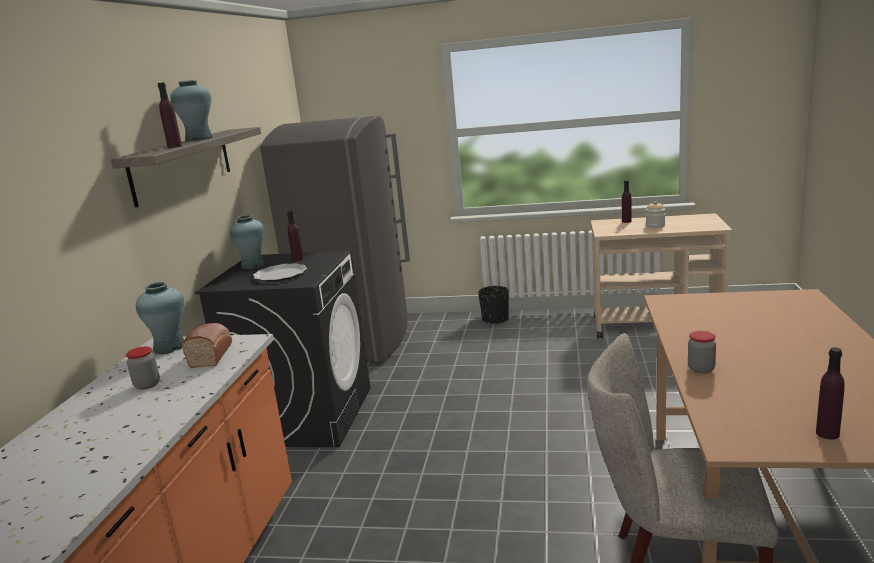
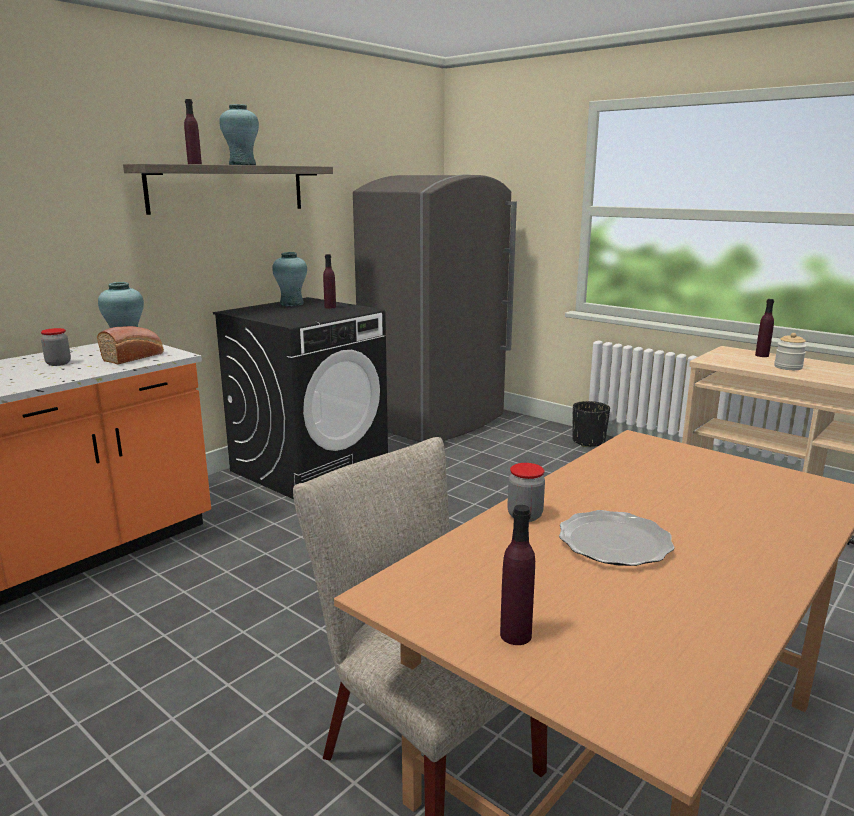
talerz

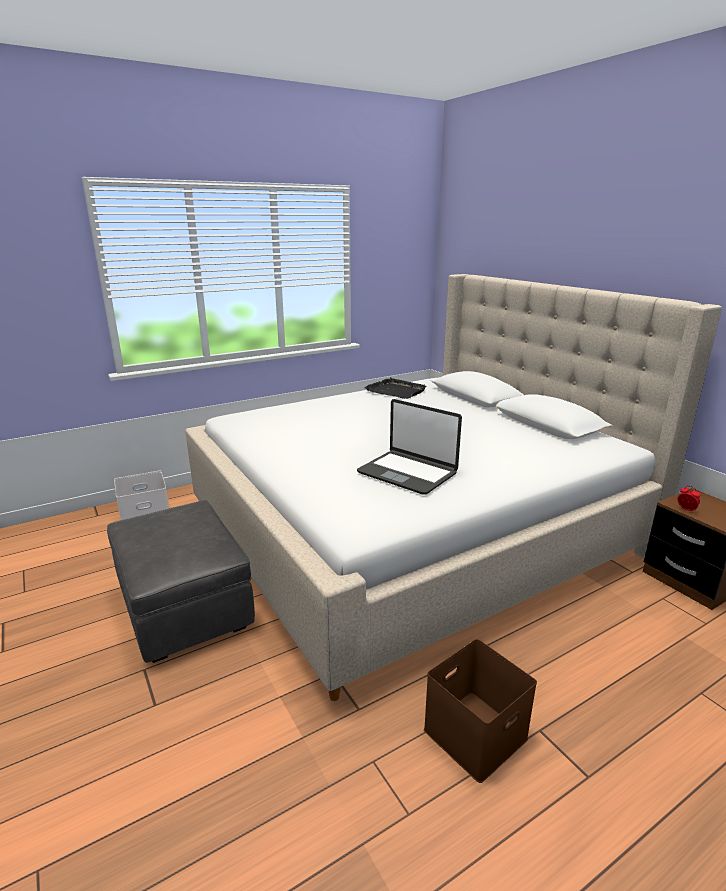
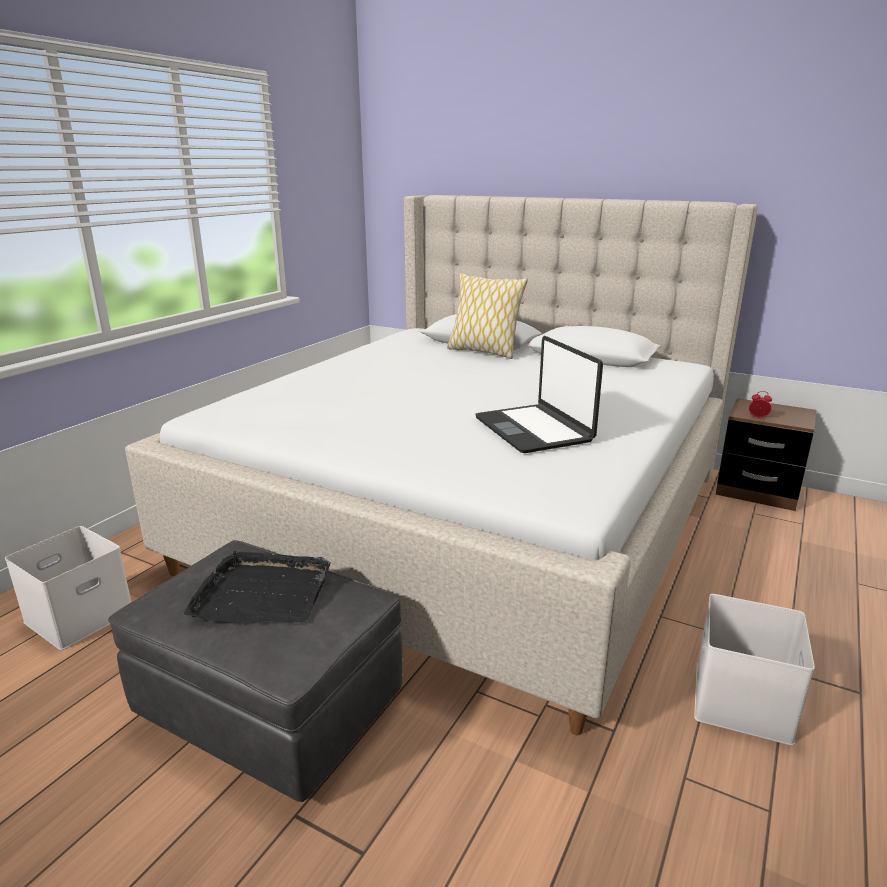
laptop; taca (czarny); pojemnik do przechowywania (biały) (2nd from left); poduszka

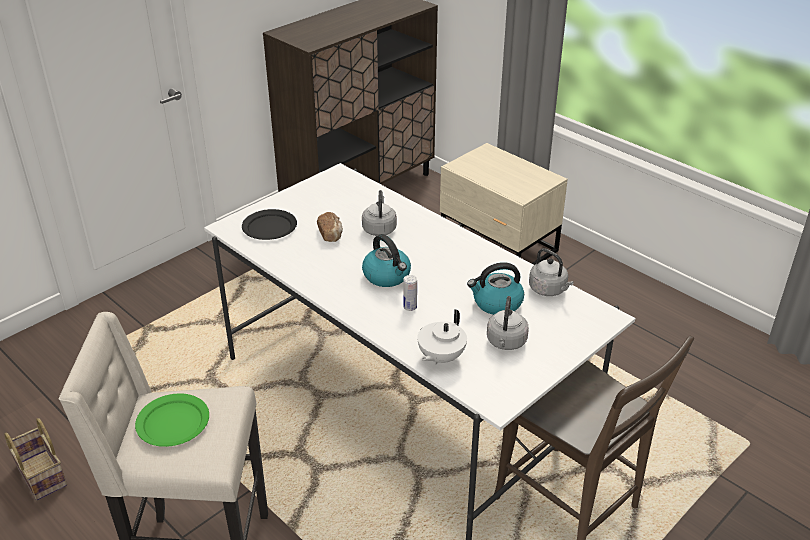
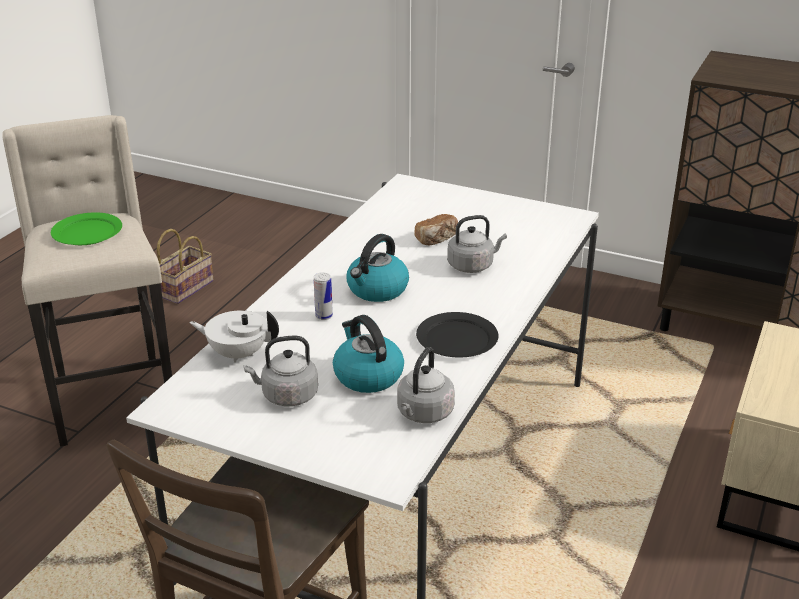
talerz (czarny)

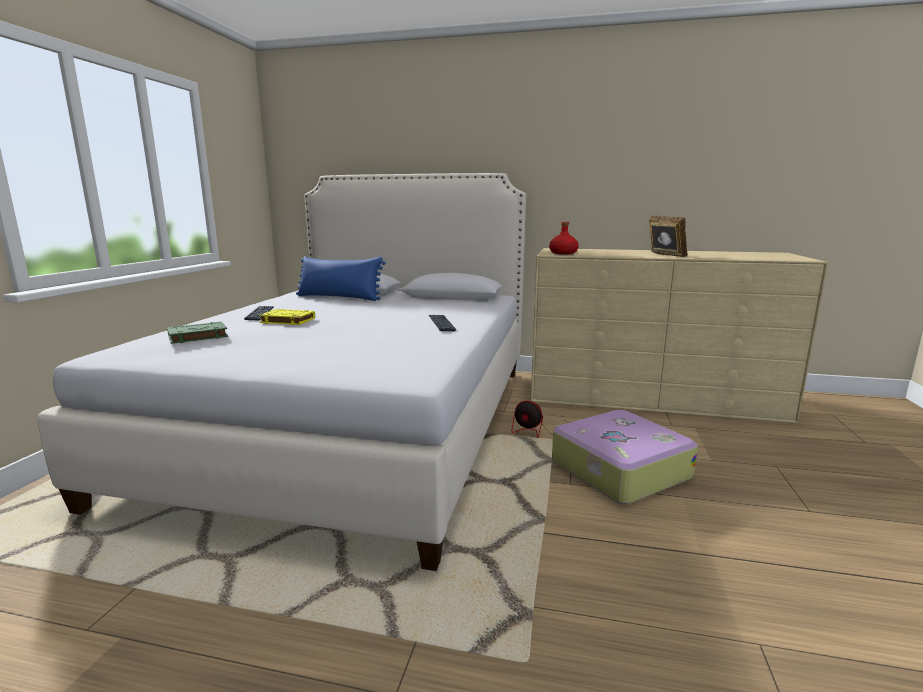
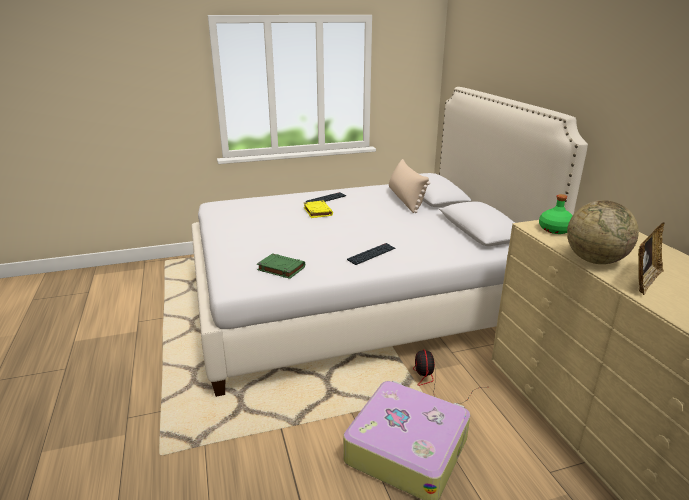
książka (zielony); poduszka (beżowy); butelka (zielony); globus

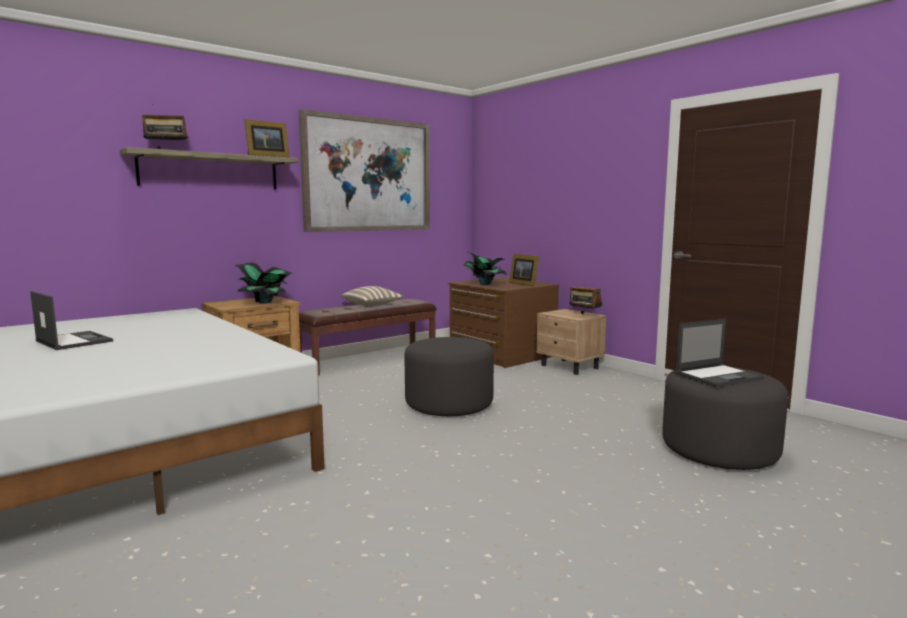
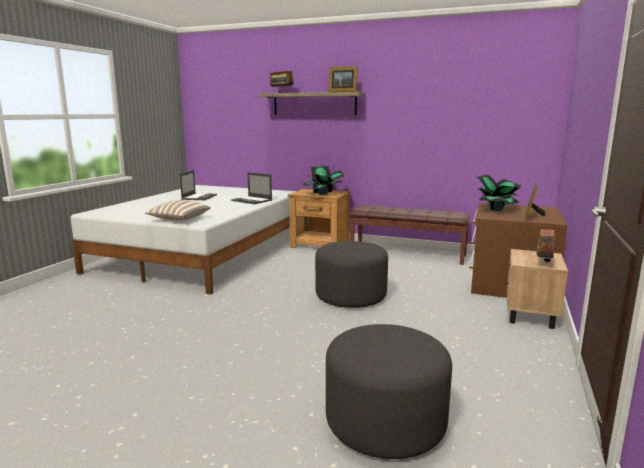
obraz; poduszka; laptop (2nd from left)

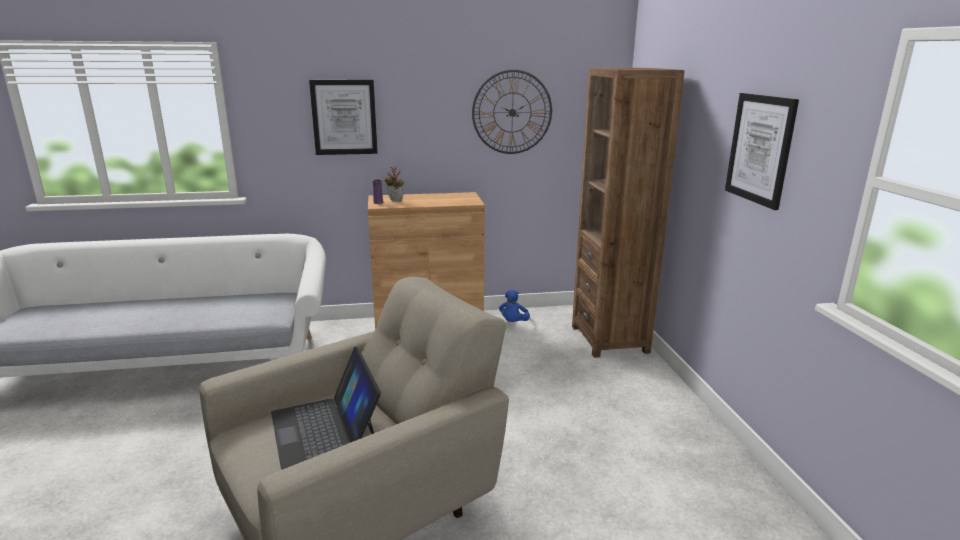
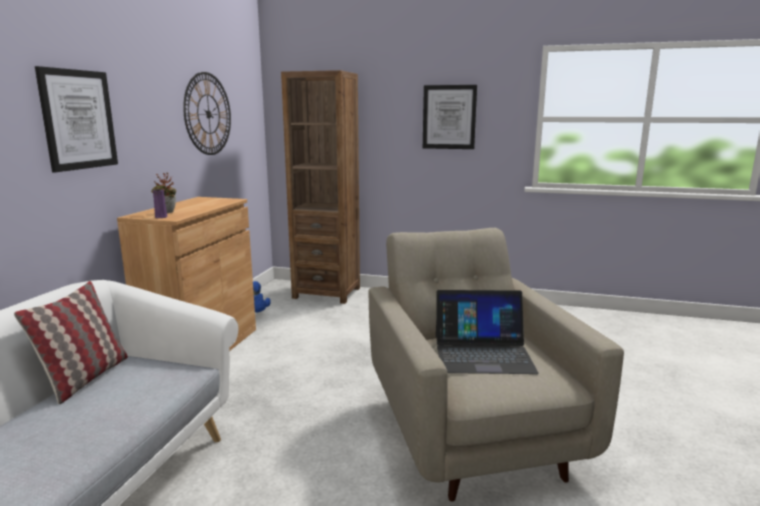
poduszka

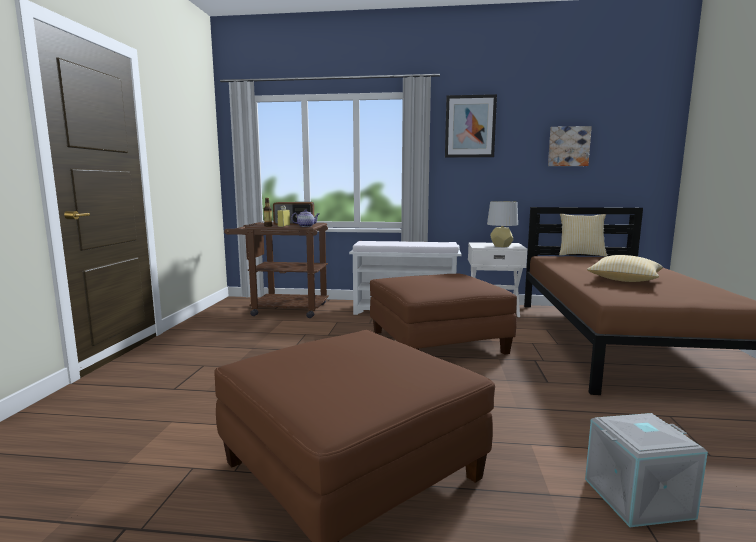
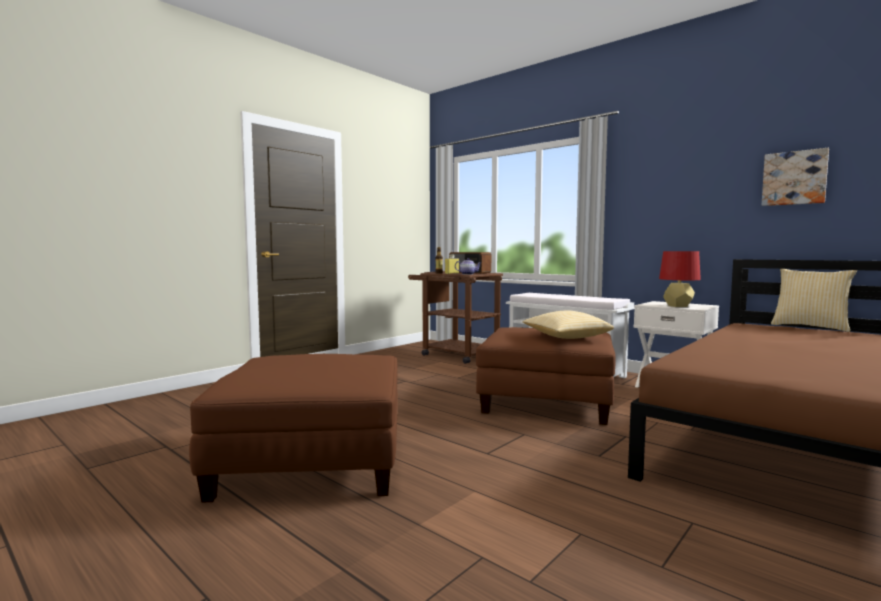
obraz (1st from left in the first image); lampa stołowa (czerwony); pojemnik do przechowywania (szary); poduszka (1st from left)

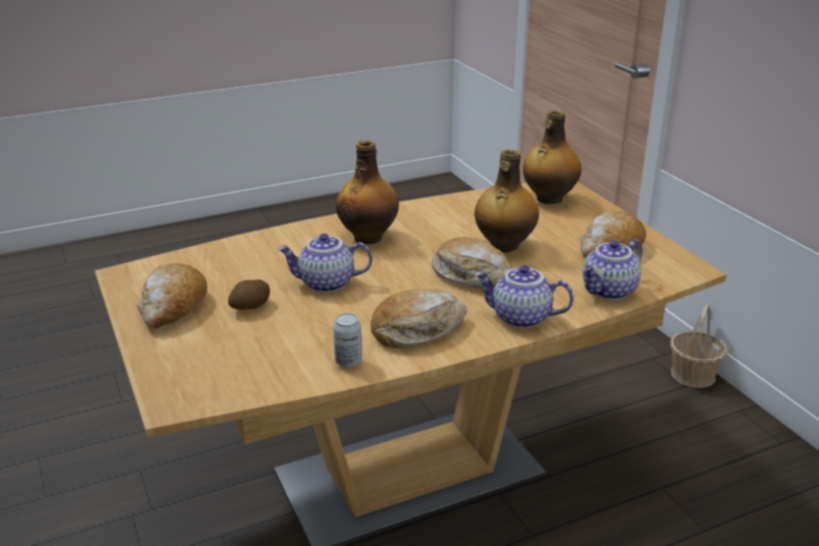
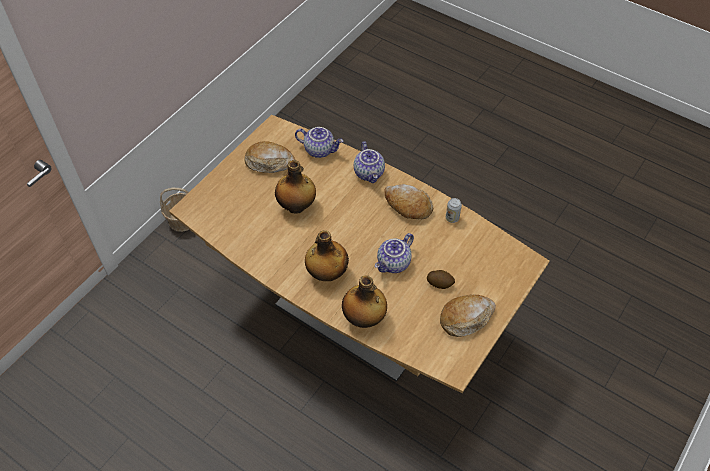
imbryk (3rd from left); chleb (3rd from left in the first image); butelka (3rd from left)

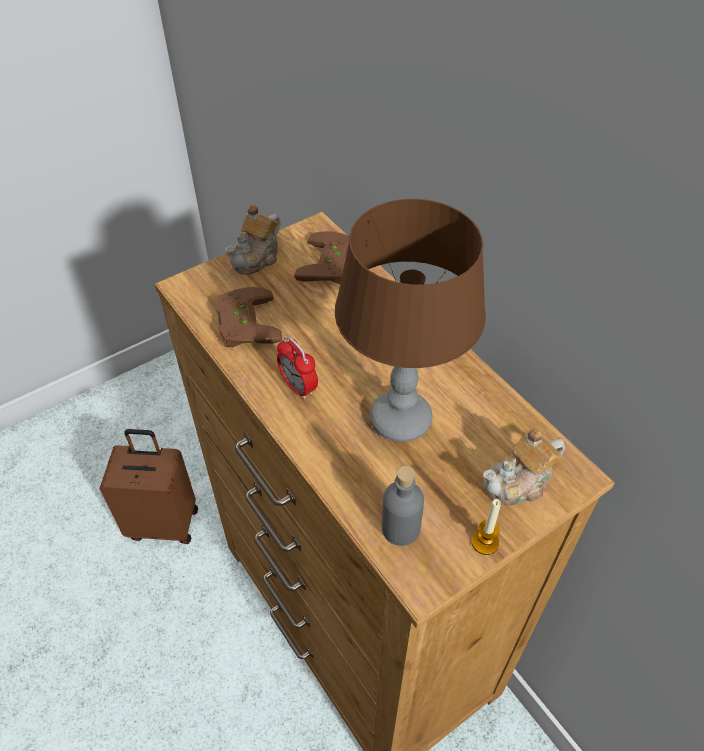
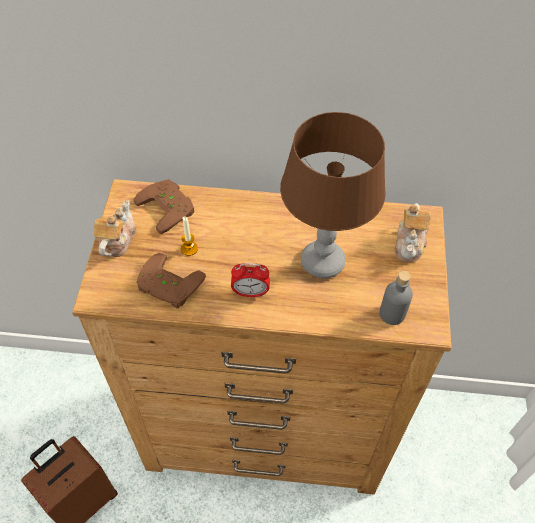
imbryk (1st from left); świeca

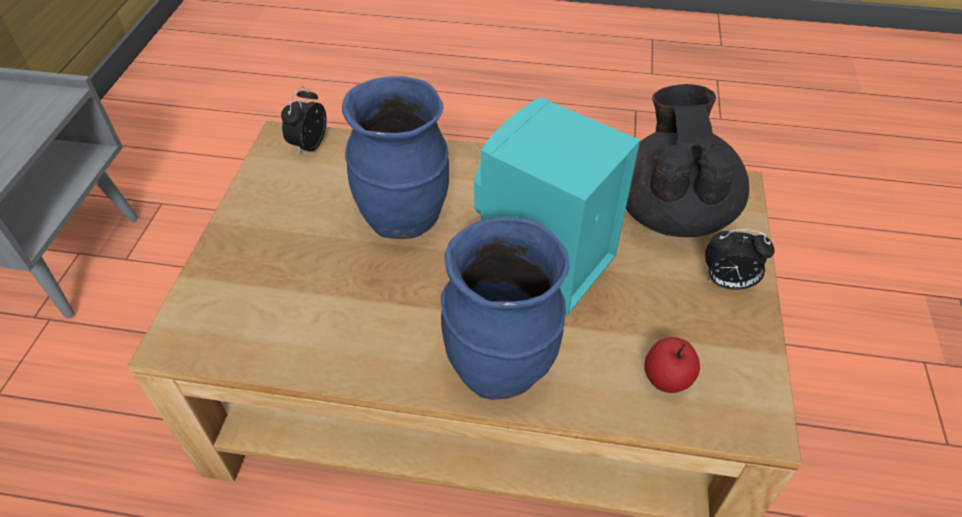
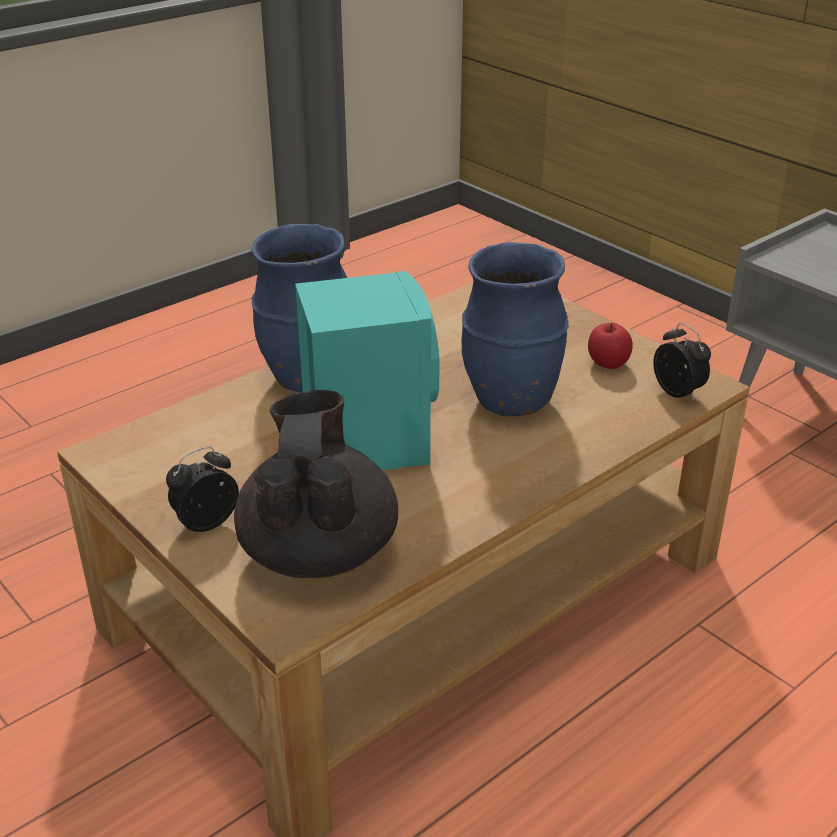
imbryk (czarny); jabłko

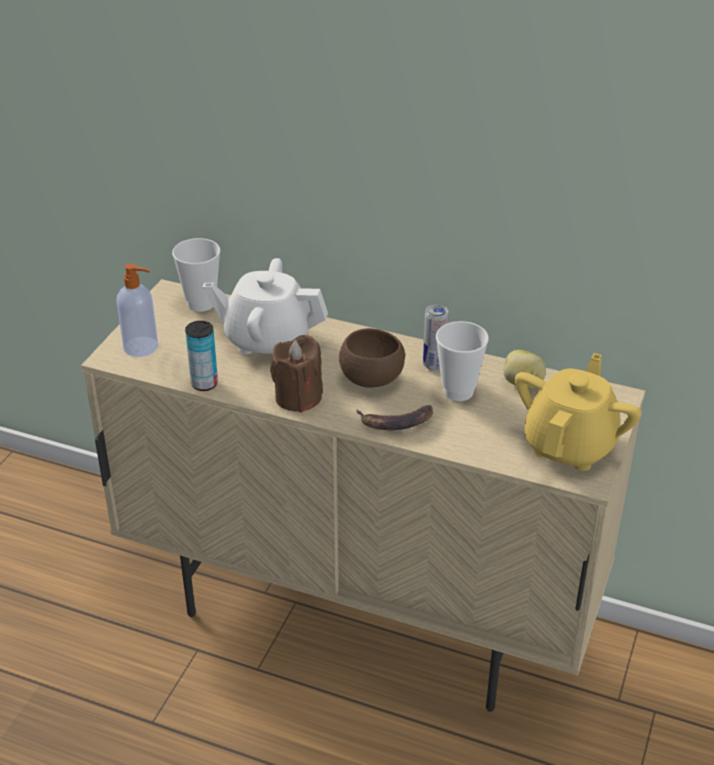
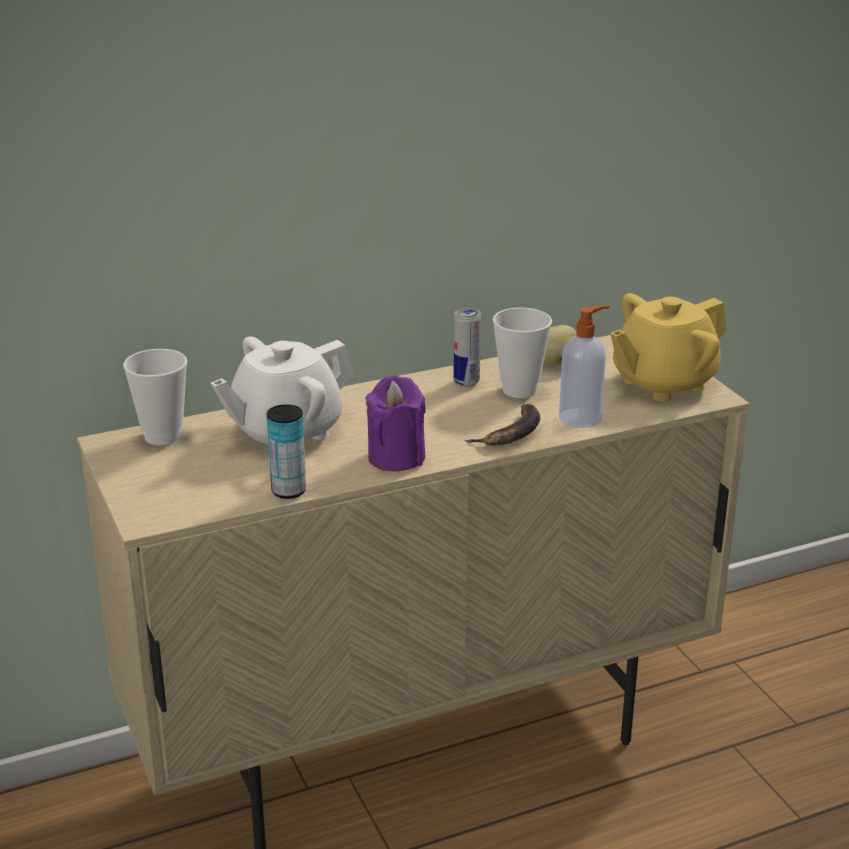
dozownik mydła; świeca (fioletowy); miska (brązowy); imbryk (żółty)

